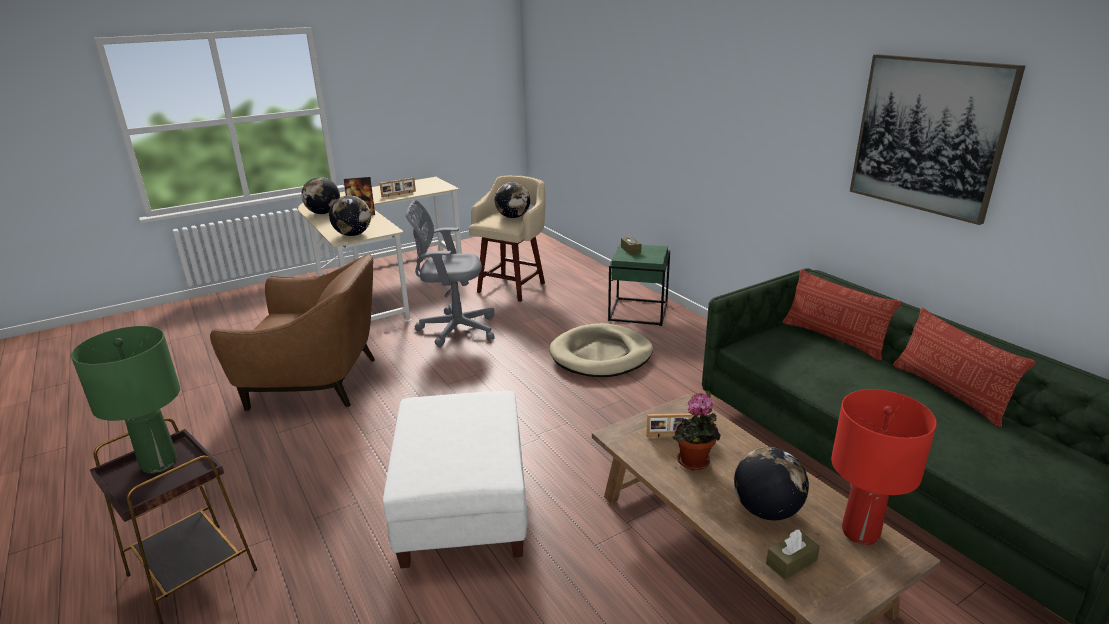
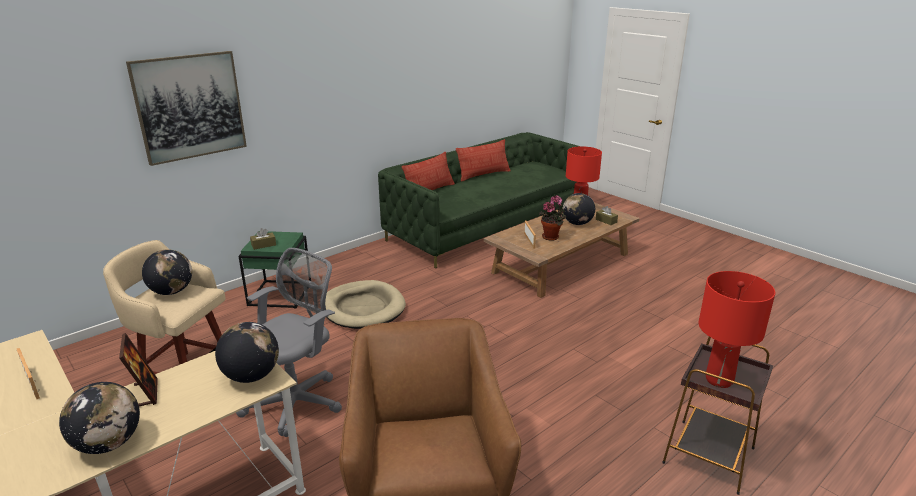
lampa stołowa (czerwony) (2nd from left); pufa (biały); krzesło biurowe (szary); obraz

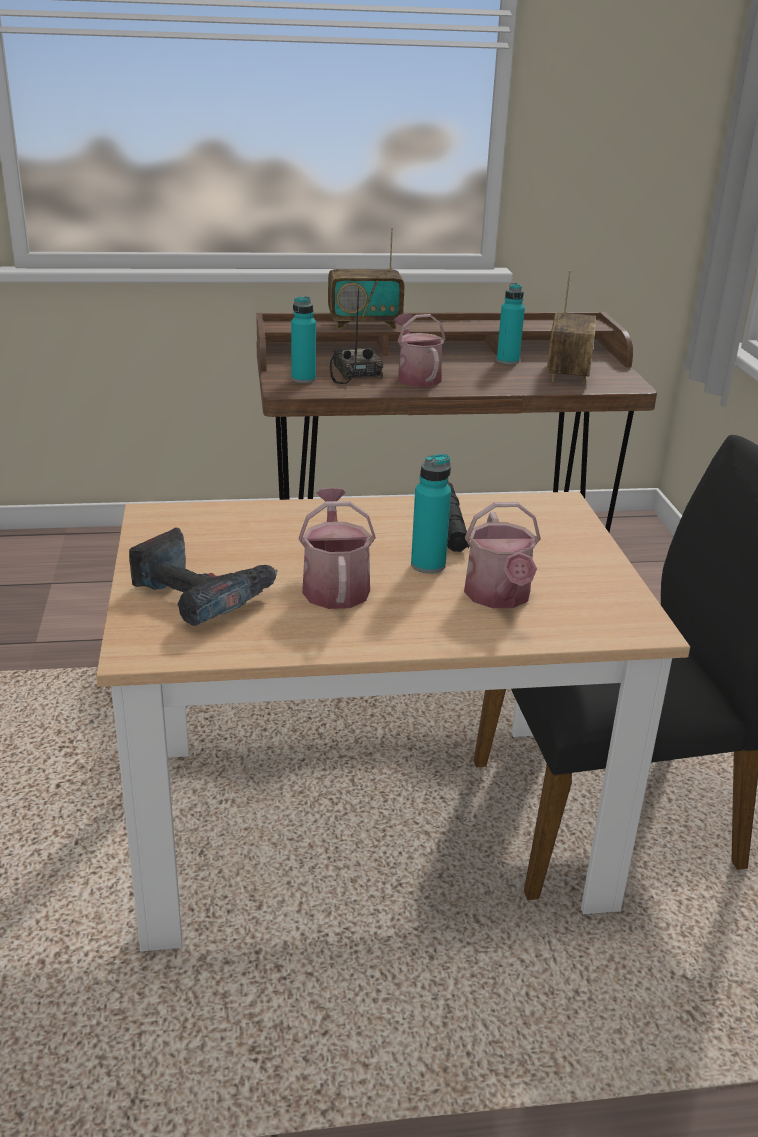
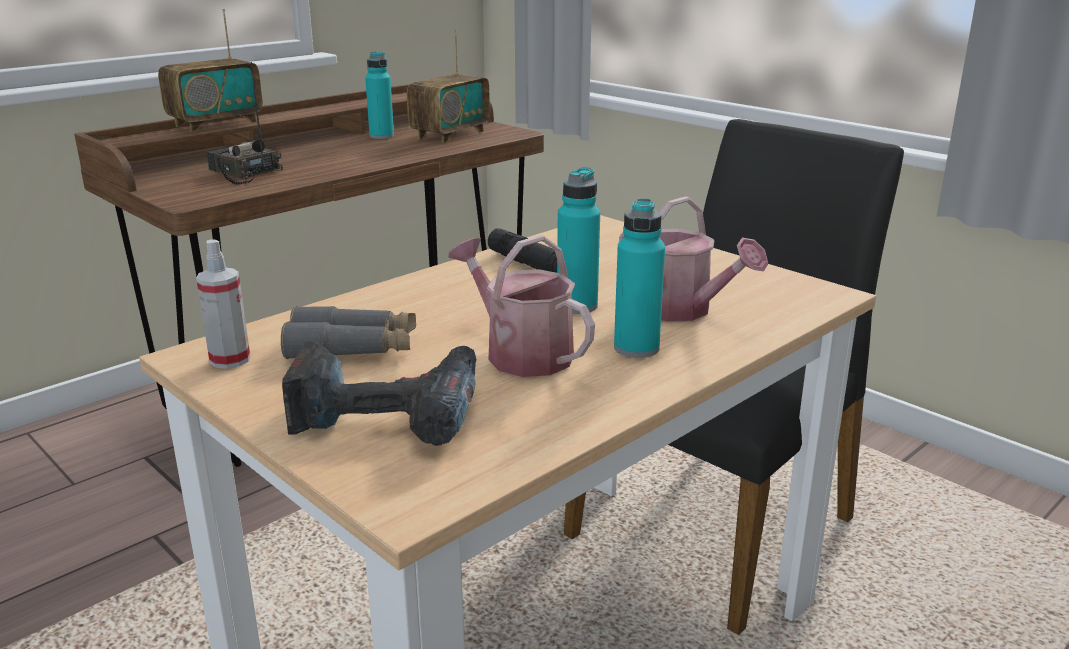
butelka (turkusowy) (3rd from left); konewka (2nd from left in the first image); radio (3rd from left); spryskiwacz; lornetka (szary)

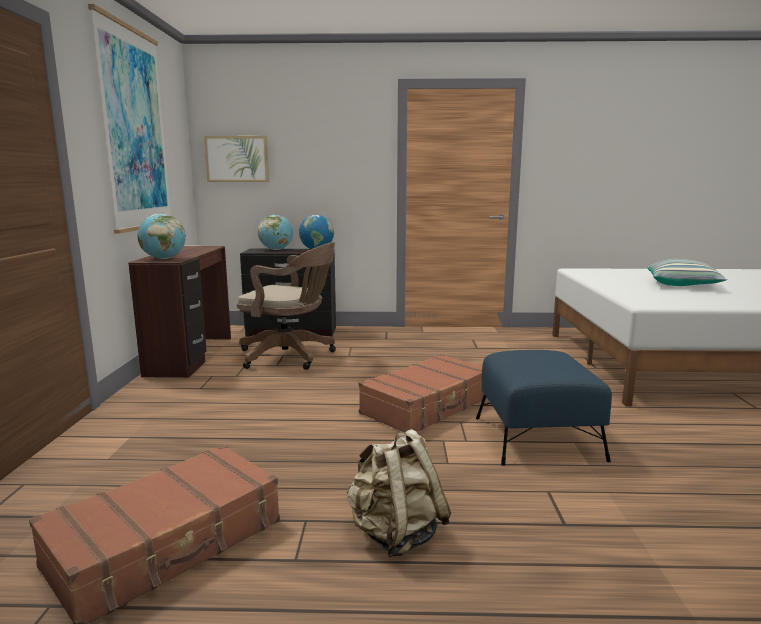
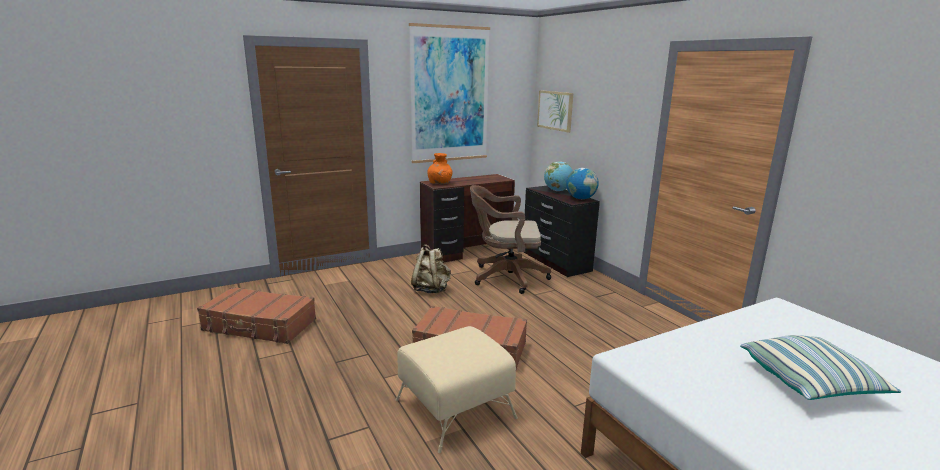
wazon (pomarańczowy); krzesło biurowe (brązowy); plecak (beżowy); pufa (beżowy)

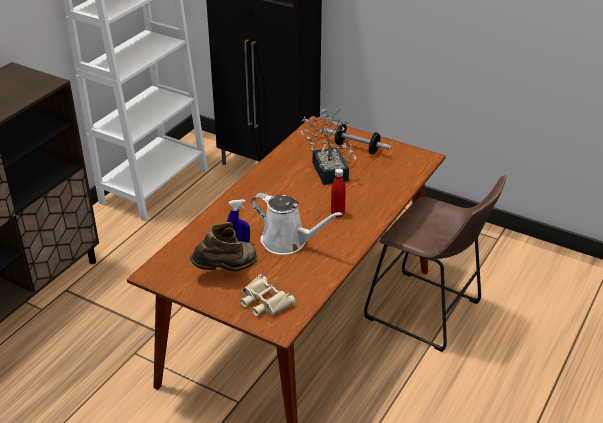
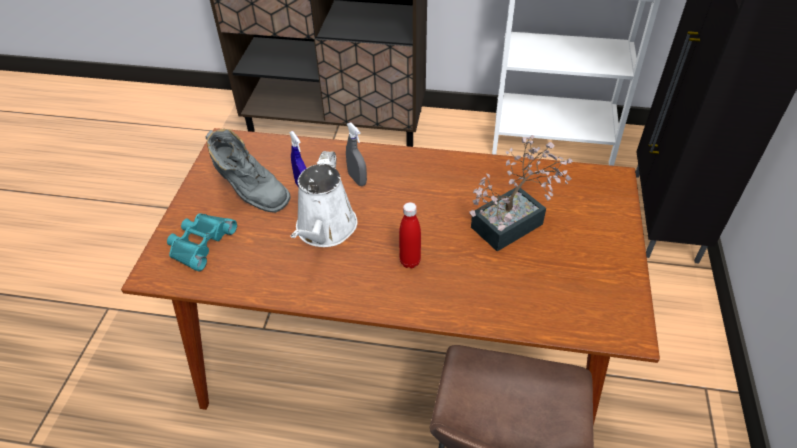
but z cholewką (szary); lornetka (turkusowy); hantel; spryskiwacz (szary)

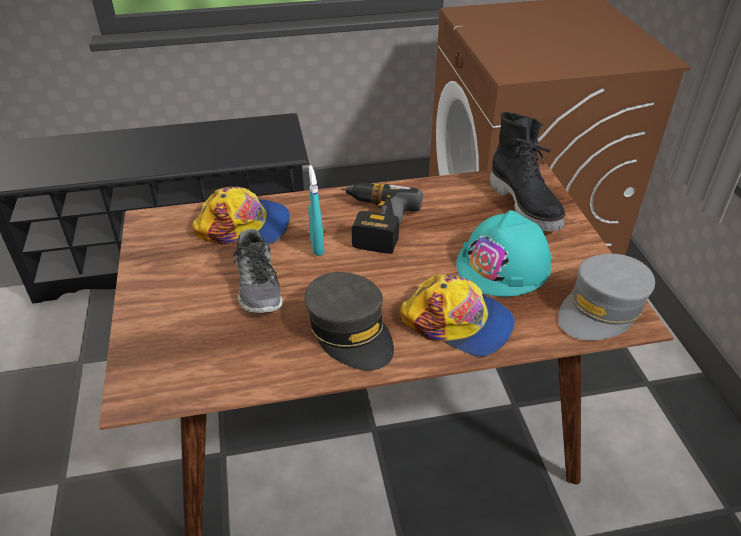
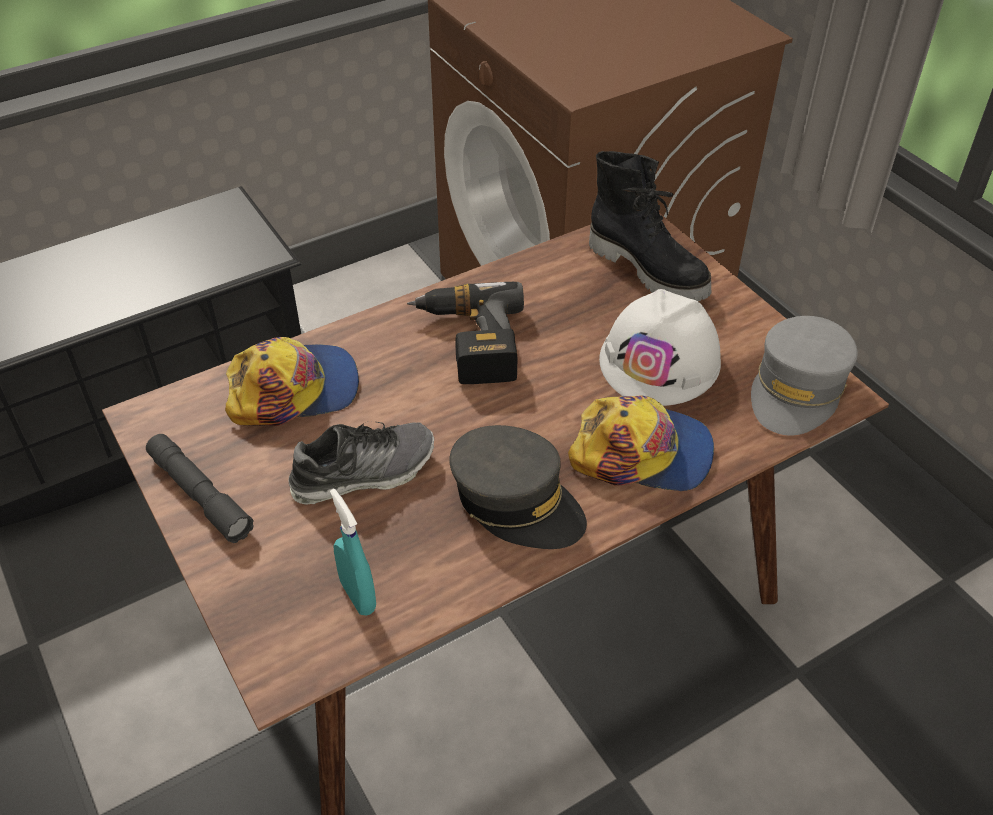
but; spryskiwacz (turkusowy); kask (biały); latarka (szary)

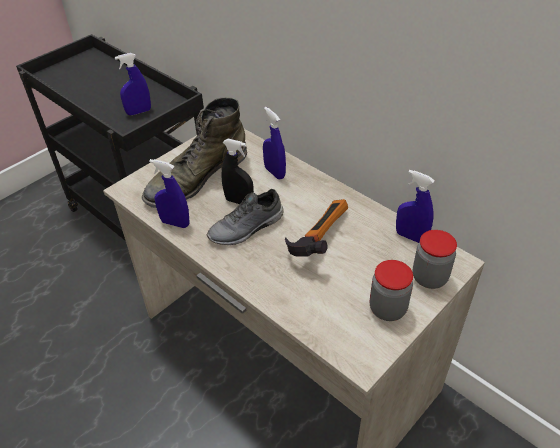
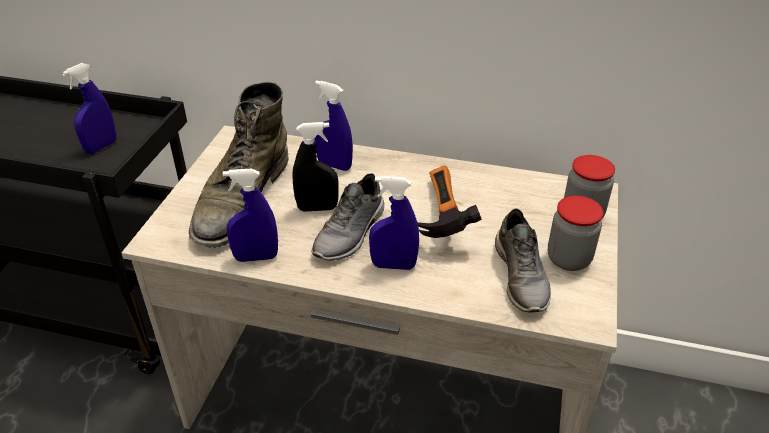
spryskiwacz (niebieski) (4th from left); but (szary) (2nd from left)

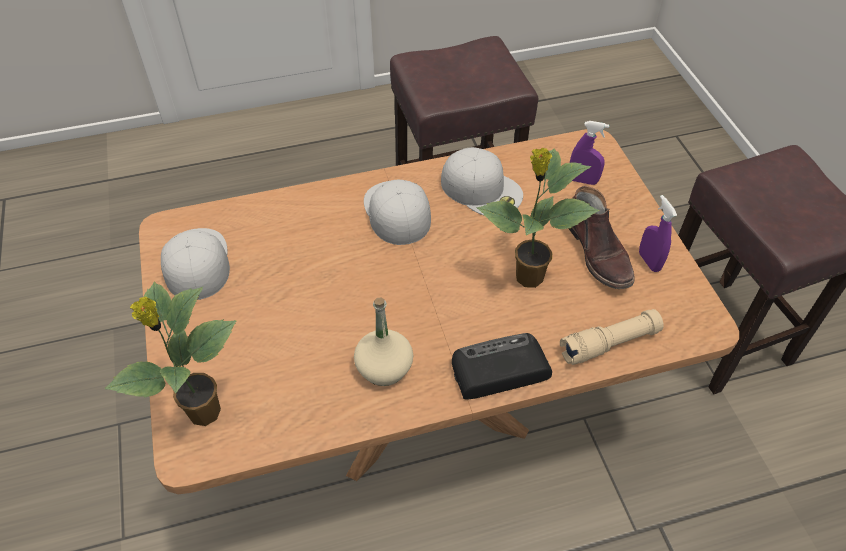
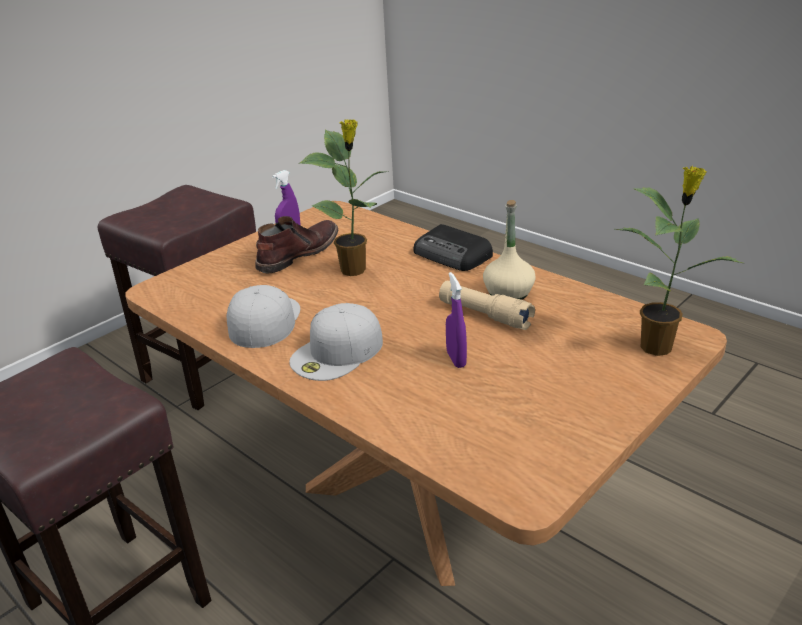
czapka z daszkiem (biały) (1st from left in the first image); latarka (beżowy); spryskiwacz (fioletowy) (2nd from left)

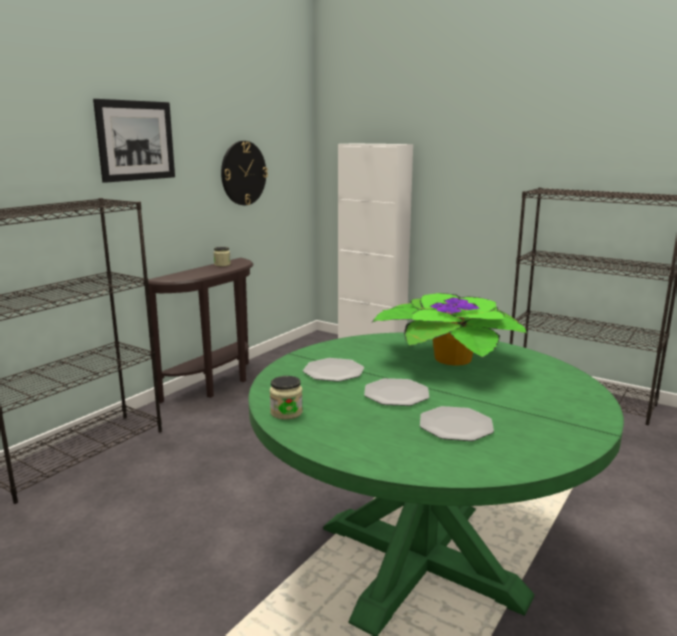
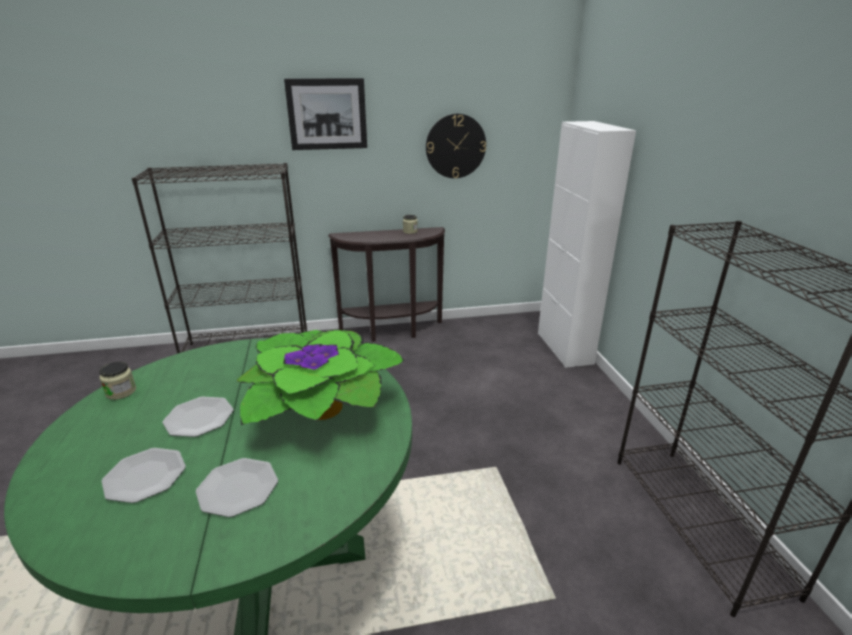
talerz (3rd from left)

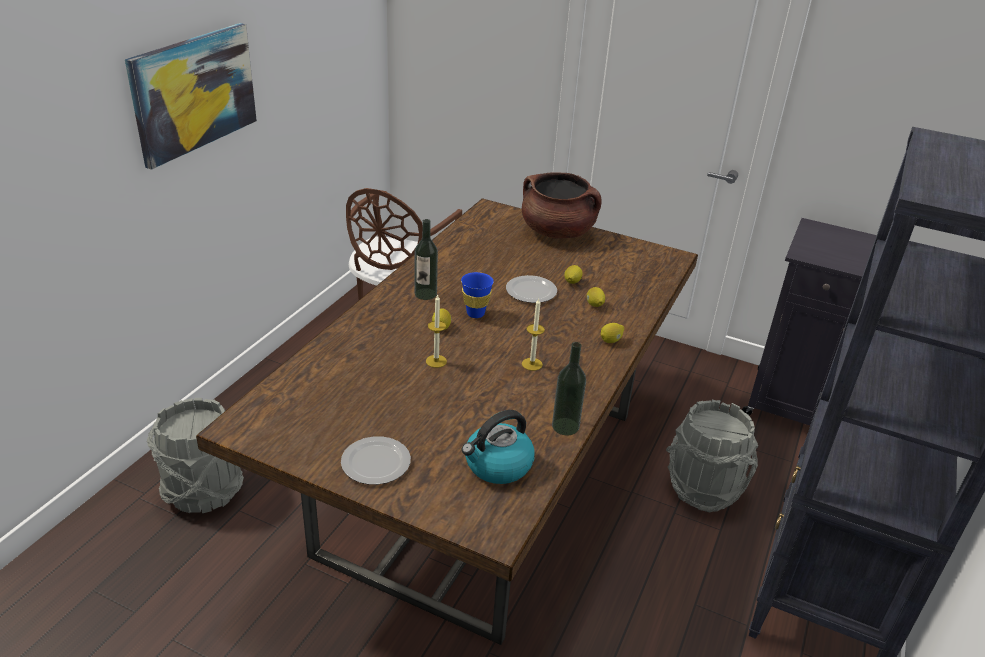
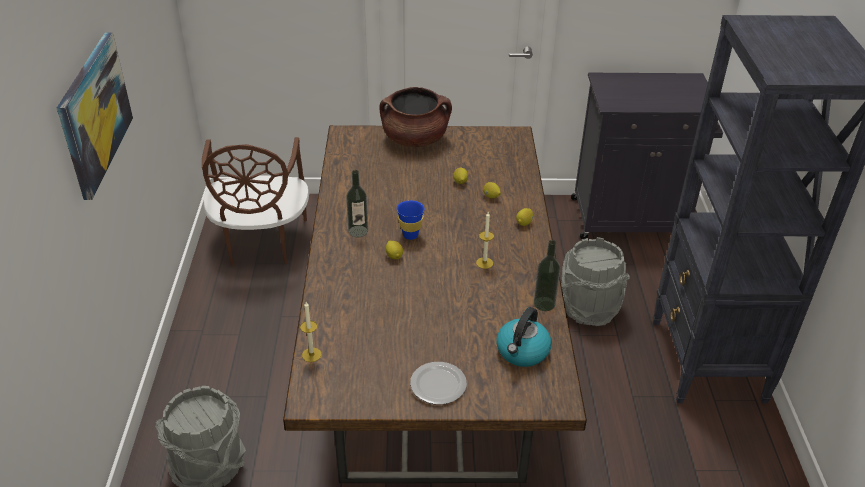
świeca (1st from left); talerz (2nd from left in the first image)

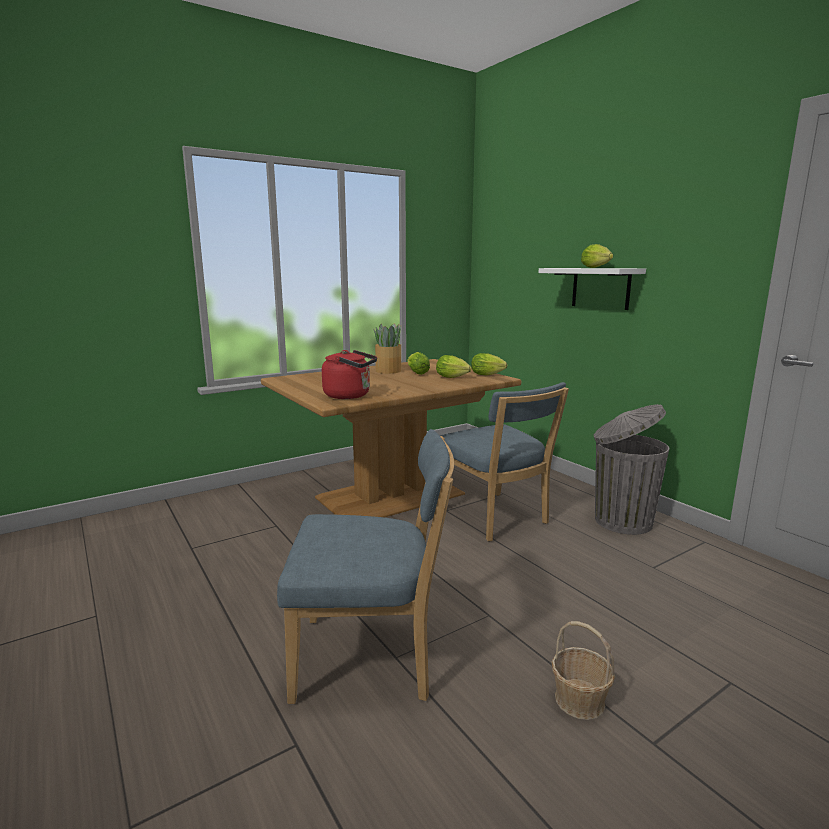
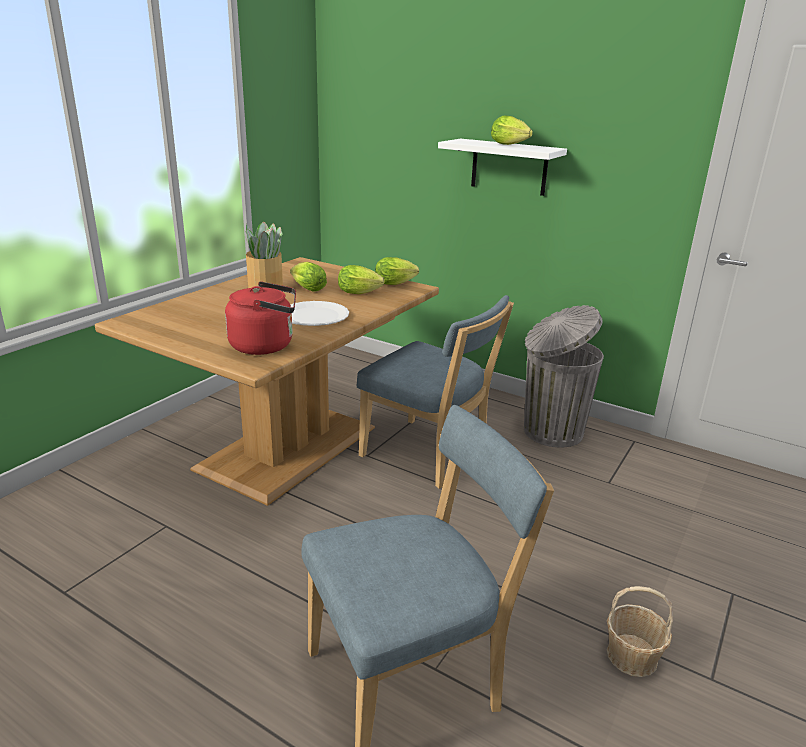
talerz (biały)

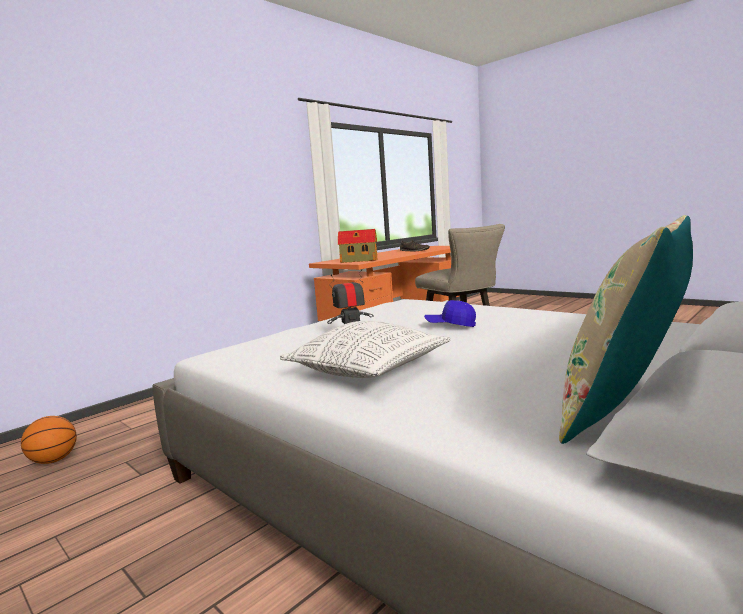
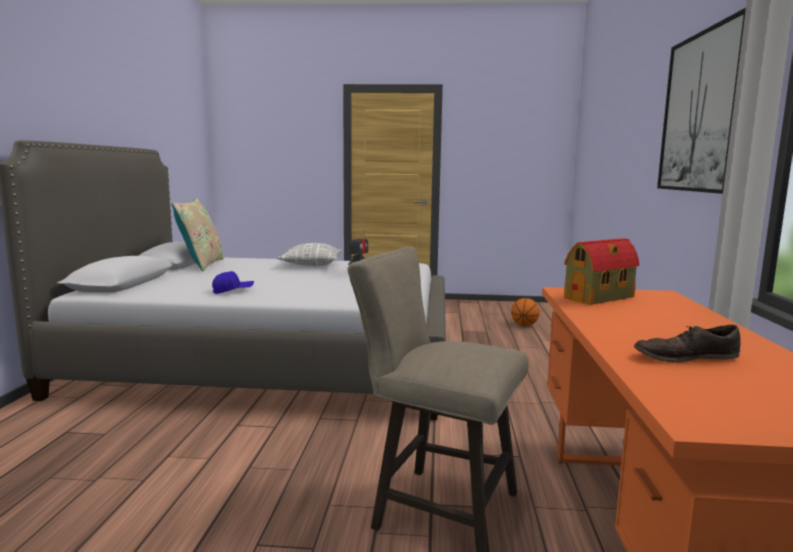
czapka z daszkiem (niebieski); obraz

